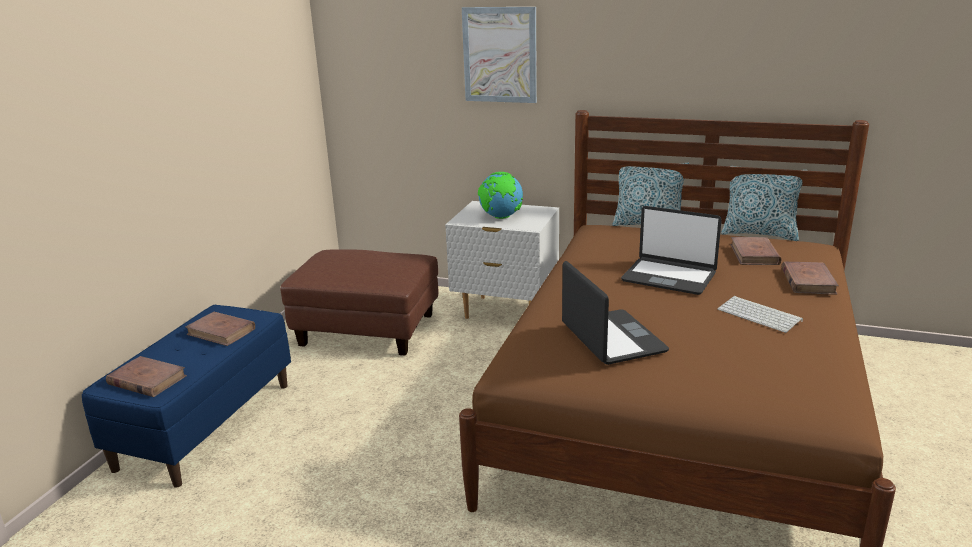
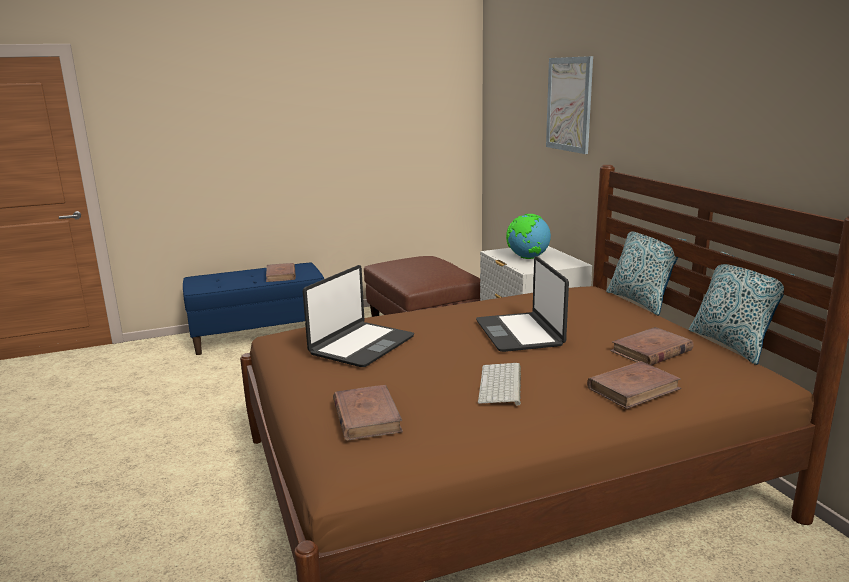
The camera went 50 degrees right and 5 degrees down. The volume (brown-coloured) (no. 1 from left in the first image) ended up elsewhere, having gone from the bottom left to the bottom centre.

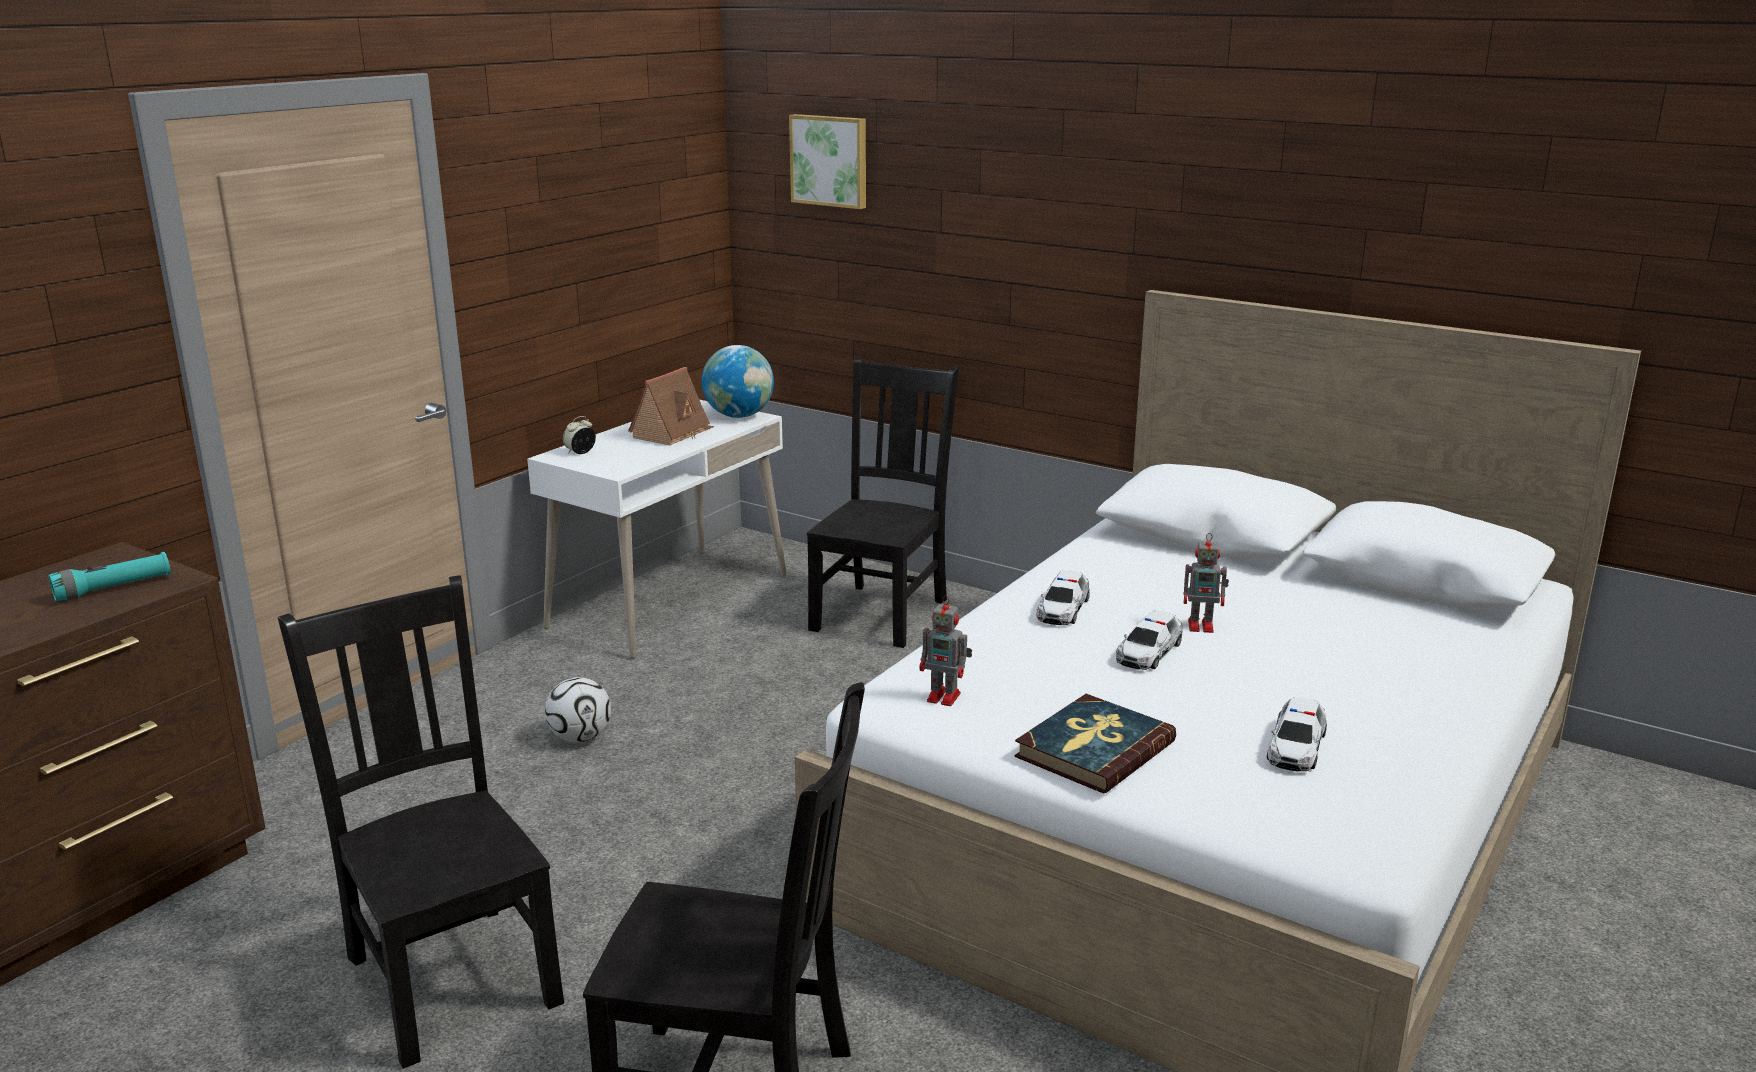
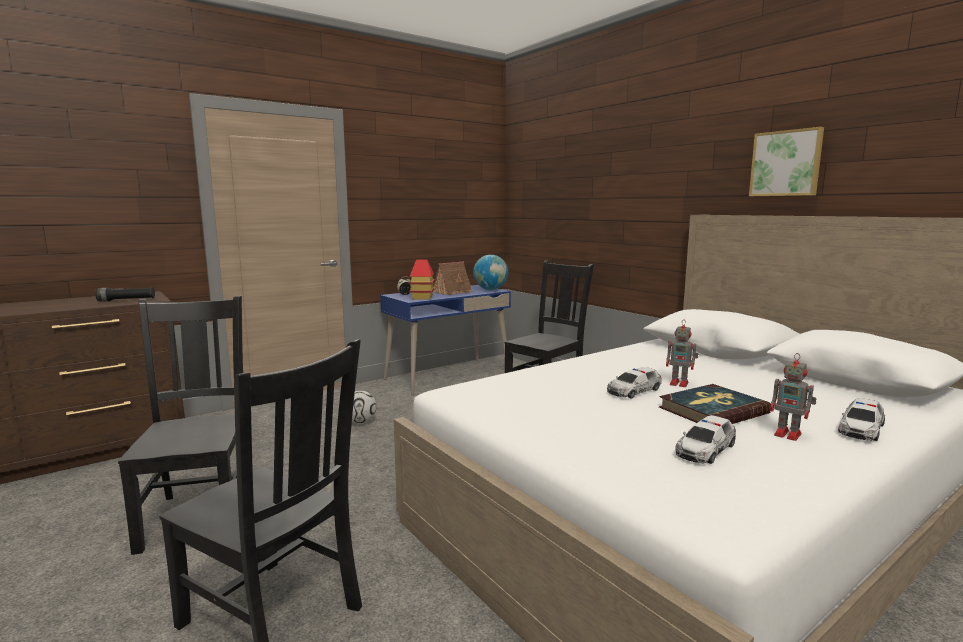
The camera went 20 degrees right and 10 degrees down. What was the flashlight (blue-green) at the middle left turned into the flashlight (blackish) at the middle left. What was the desk (whitish) at the centre turned into the desk (blue-coloured) at the centre. The wall art ended up elsewhere, having gone from the top centre to the top right. The model robot (no. 1 from left in the first image) ended up elsewhere, having gone from the centre to the middle right. The volume ended up elsewhere, having gone from the bottom centre to the middle right. The miniature car (no. 1 from left in the first image) ended up elsewhere, having gone from the centre to the middle right. The second view gained the miniature house (no. 1 from left) at the centre.

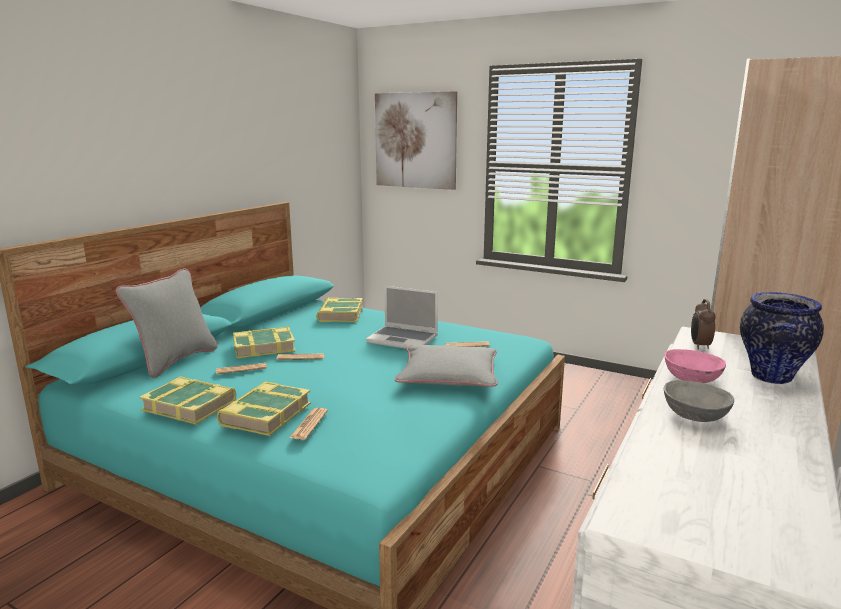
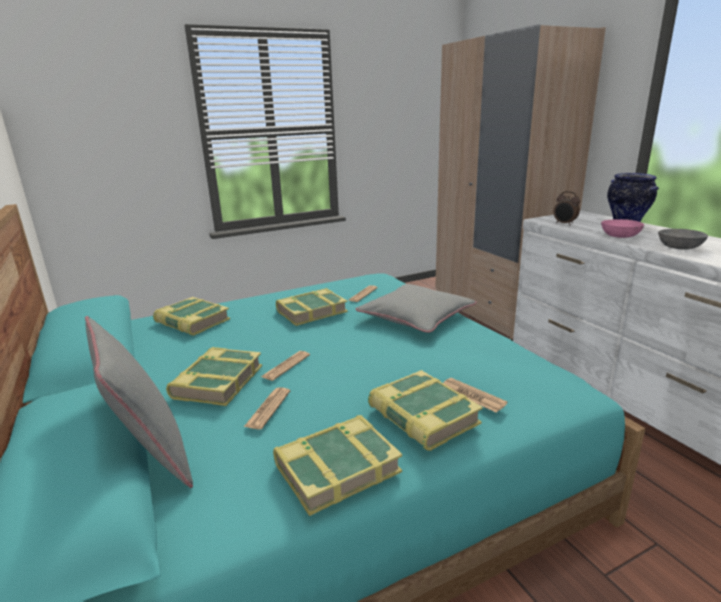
The camera went 55 degrees left and 5 degrees up. Where the notebook computer stood at the centre, the volume (no. 3 from left) came to stand at the centre. The second view lost the wall art at the top centre.

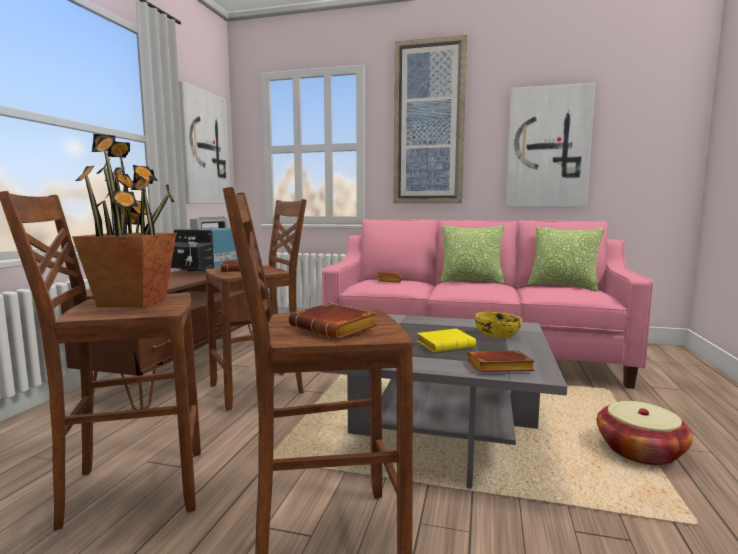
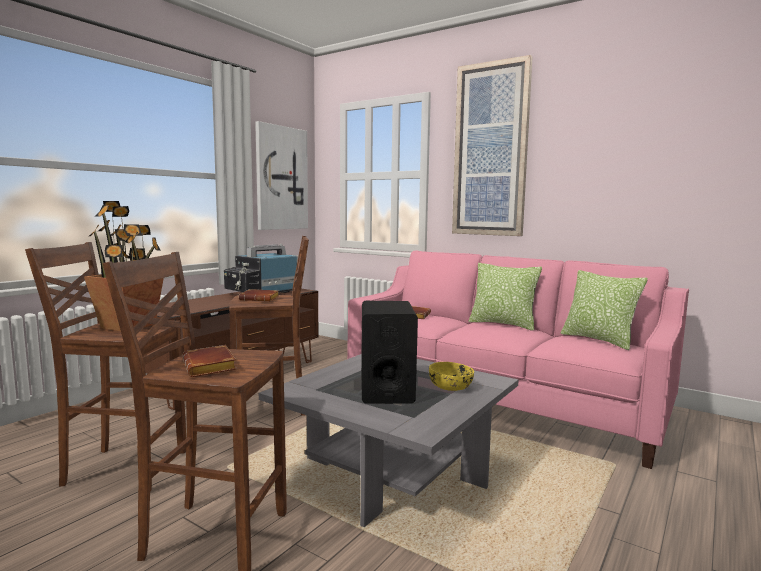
The camera went 20 degrees right and 0 degrees up. Where the volume (yellow) stood at the centre, the speaker (blackish) came to stand at the centre. The second view lost the volume (brown-coloured) (no. 4 from left) at the middle right. The second view lost the wall art (no. 3 from left) at the top right. The second view lost the household basket at the bottom right.

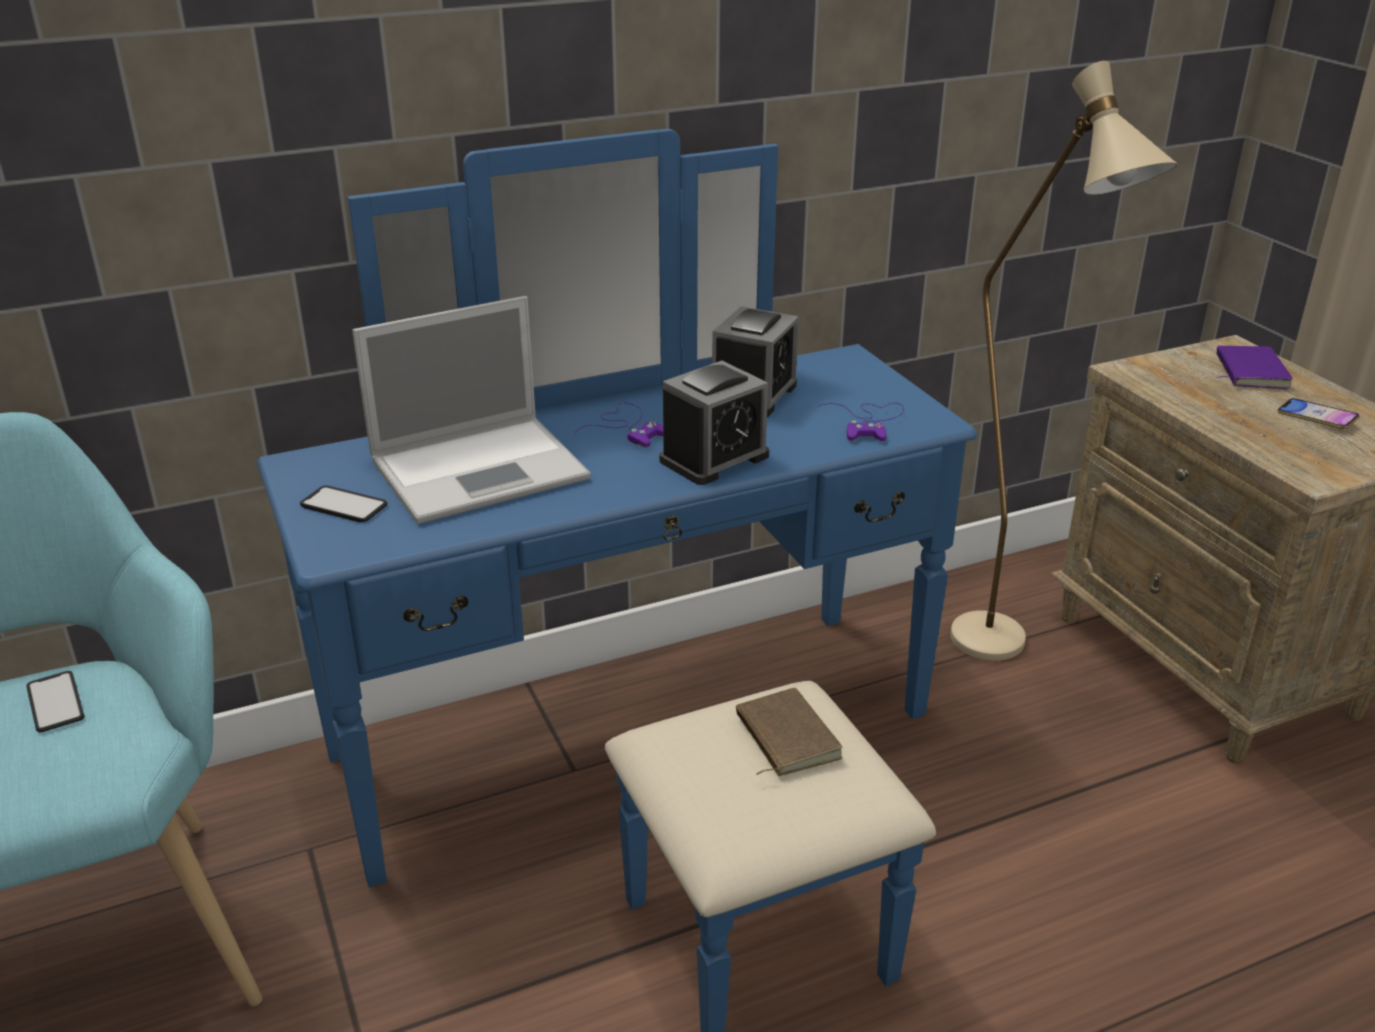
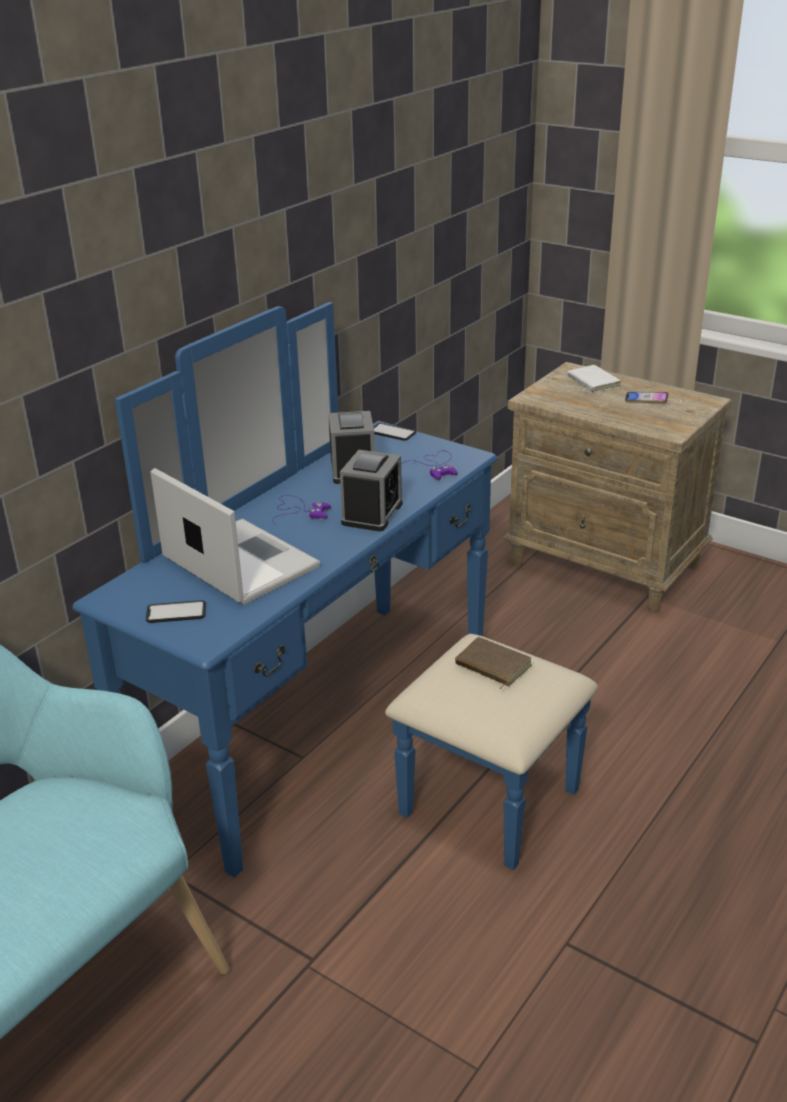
The camera went 30 degrees left and 0 degrees up. The handset (no. 1 from left in the first image) ended up elsewhere, having gone from the bottom left to the centre. The notebook computer at the centre ended up facing another way, 75 degrees counterclockwise from before. The second view lost the standing lamp (beige) at the middle right. What was the volume (purple-coloured) at the middle right turned into the volume (whitish) at the middle right.

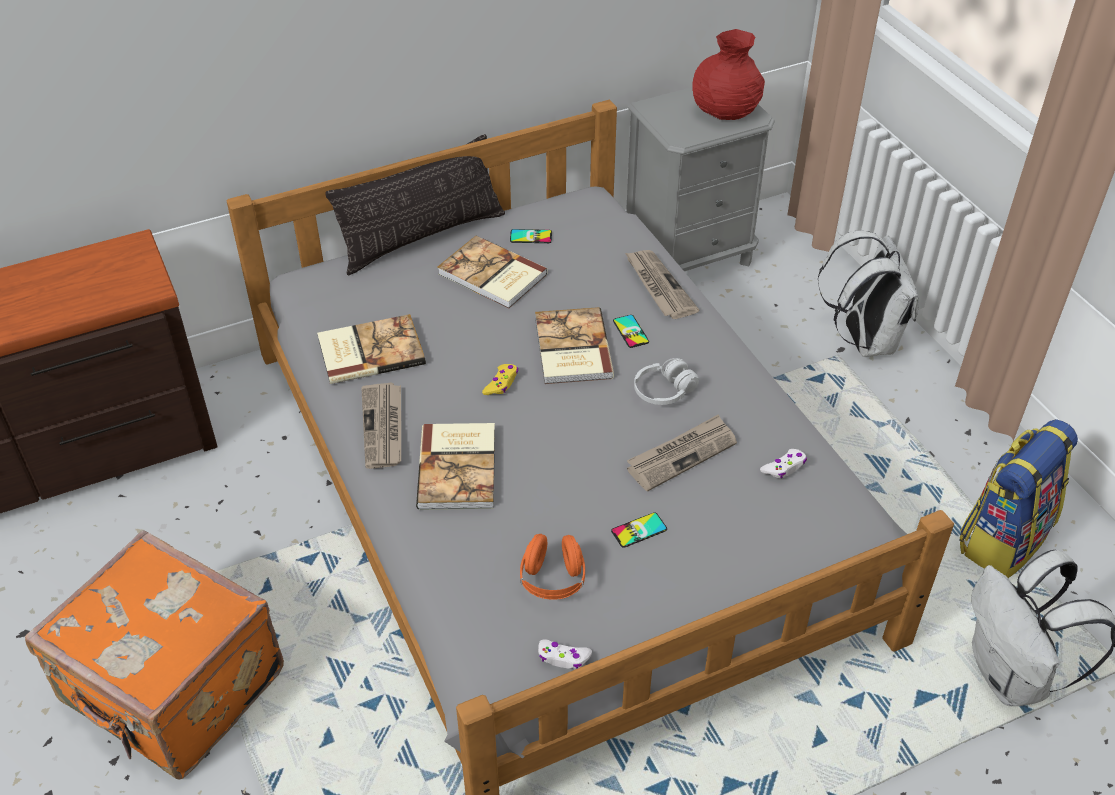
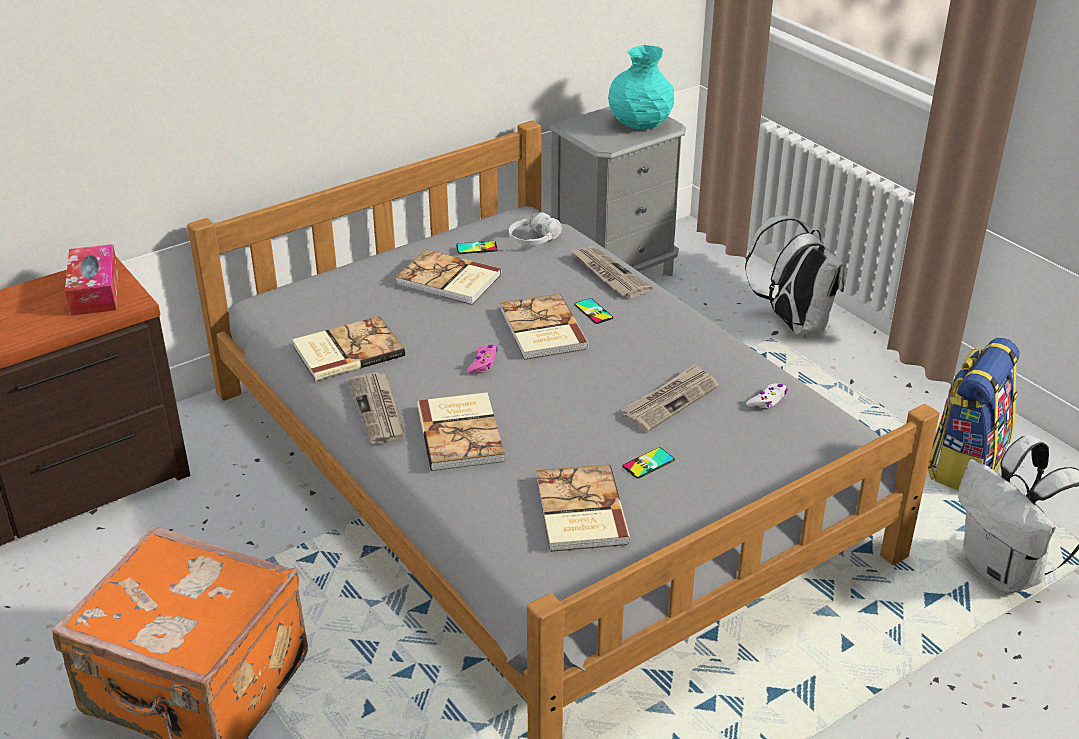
The camera went 10 degrees left and 10 degrees down. The second view lost the pillow at the top centre. What was the joypad (yellow) at the centre turned into the joypad (pink) at the centre. Where the pair of headphones (orange) stood at the bottom centre, the volume (no. 5 from left) came to stand at the bottom centre. The second view lost the joypad (whitish) (no. 1 from left) at the bottom centre. The pair of headphones (whitish) ended up elsewhere, having gone from the centre to the top centre. What was the flower vase (red) at the top centre turned into the flower vase (blue-green) at the top centre. The second view gained the tissue holder at the middle left.

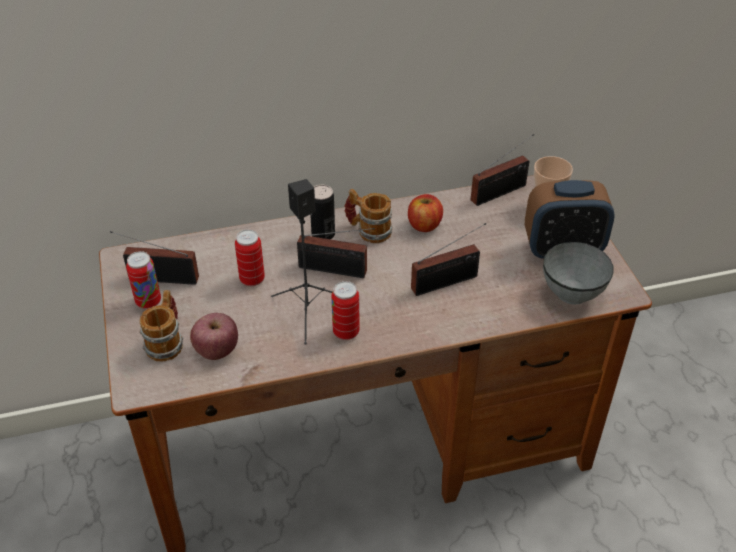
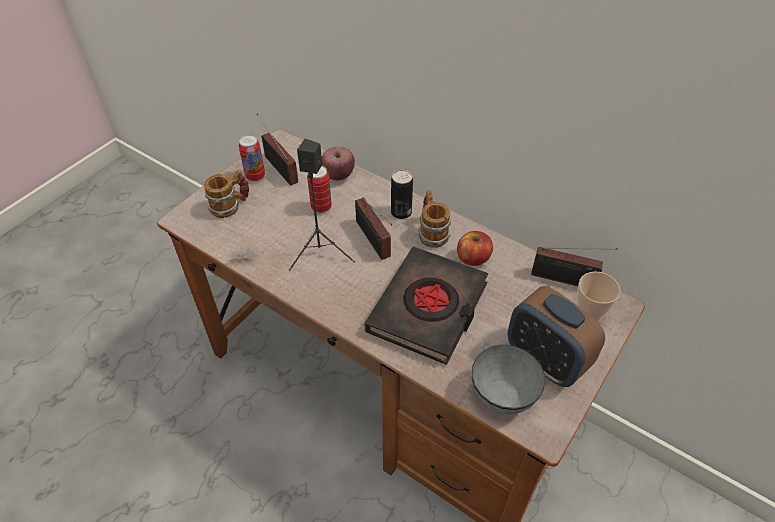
The camera went 50 degrees right and 5 degrees up. The apple fruit (no. 1 from left) ended up elsewhere, having gone from the middle left to the top centre. The second view lost the sealed can (no. 4 from left) at the centre. Where the radio set (no. 3 from left) stood at the centre, the volume (blackish) came to stand at the centre.

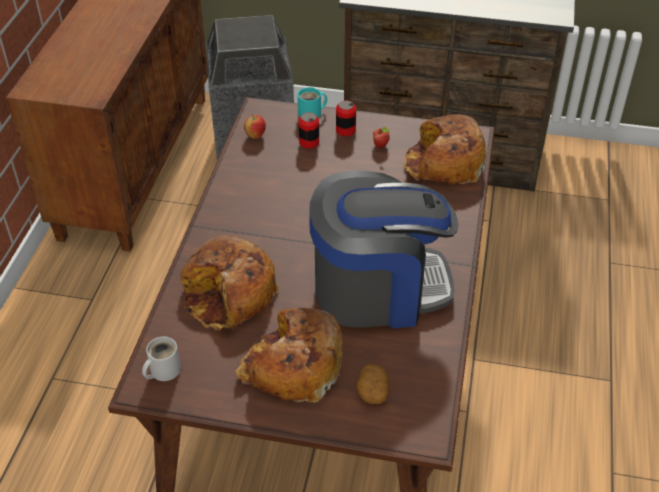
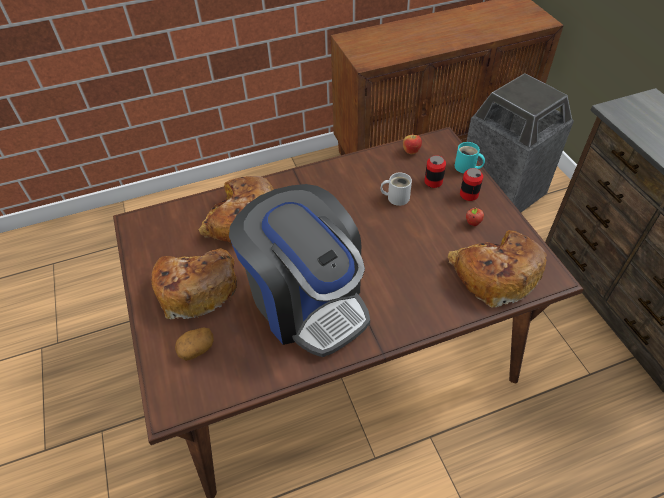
The camera went 60 degrees right and 5 degrees up. The tea mug (whitish) ended up elsewhere, having gone from the bottom left to the centre.

